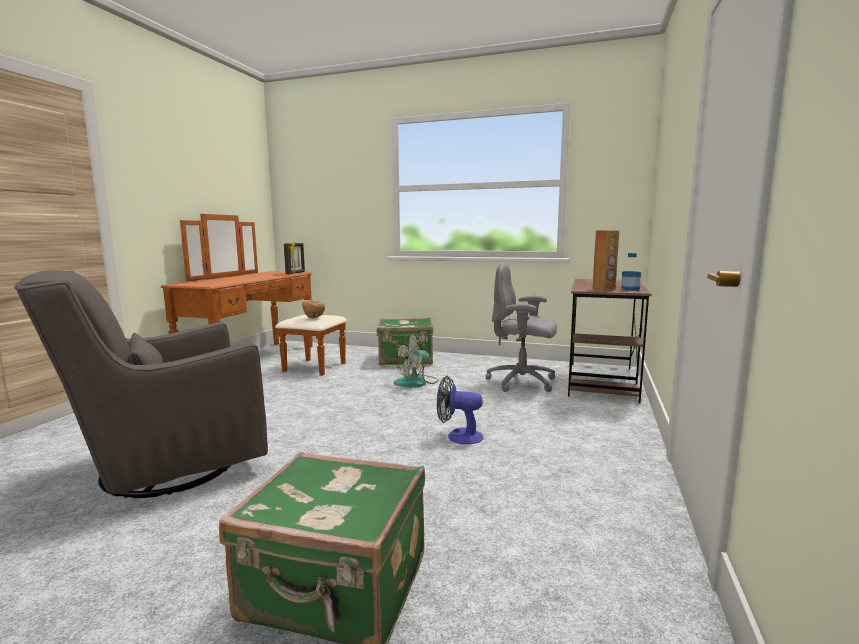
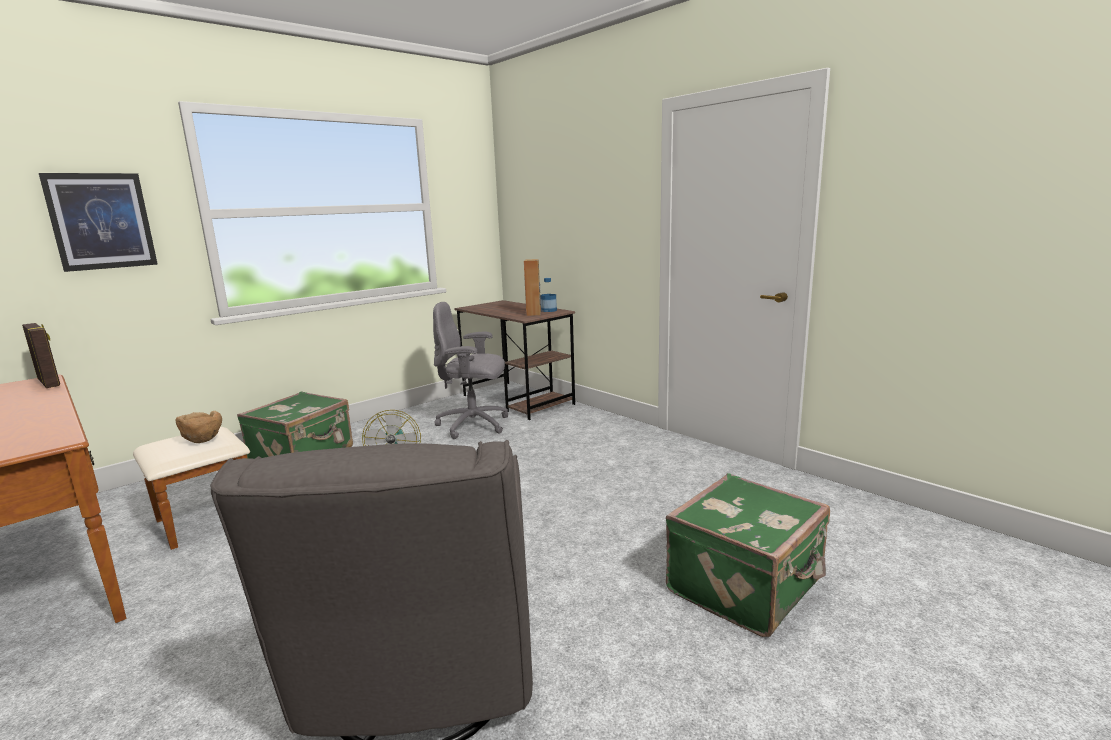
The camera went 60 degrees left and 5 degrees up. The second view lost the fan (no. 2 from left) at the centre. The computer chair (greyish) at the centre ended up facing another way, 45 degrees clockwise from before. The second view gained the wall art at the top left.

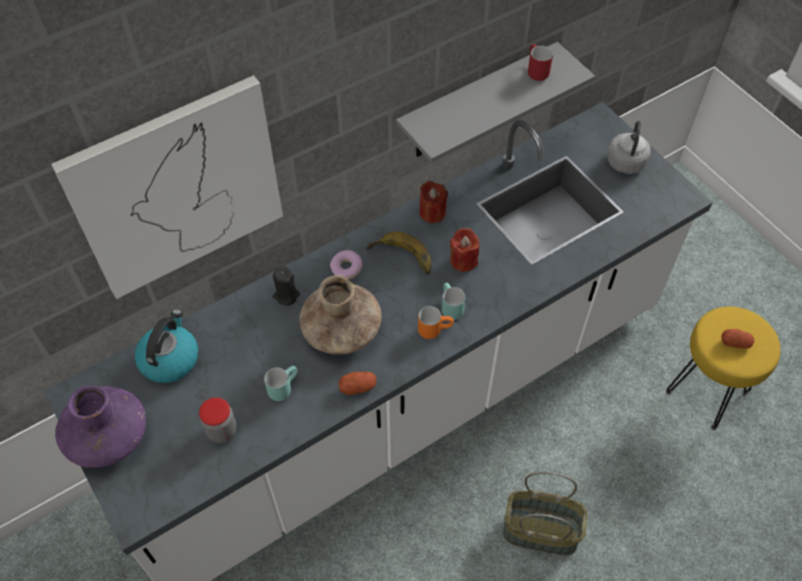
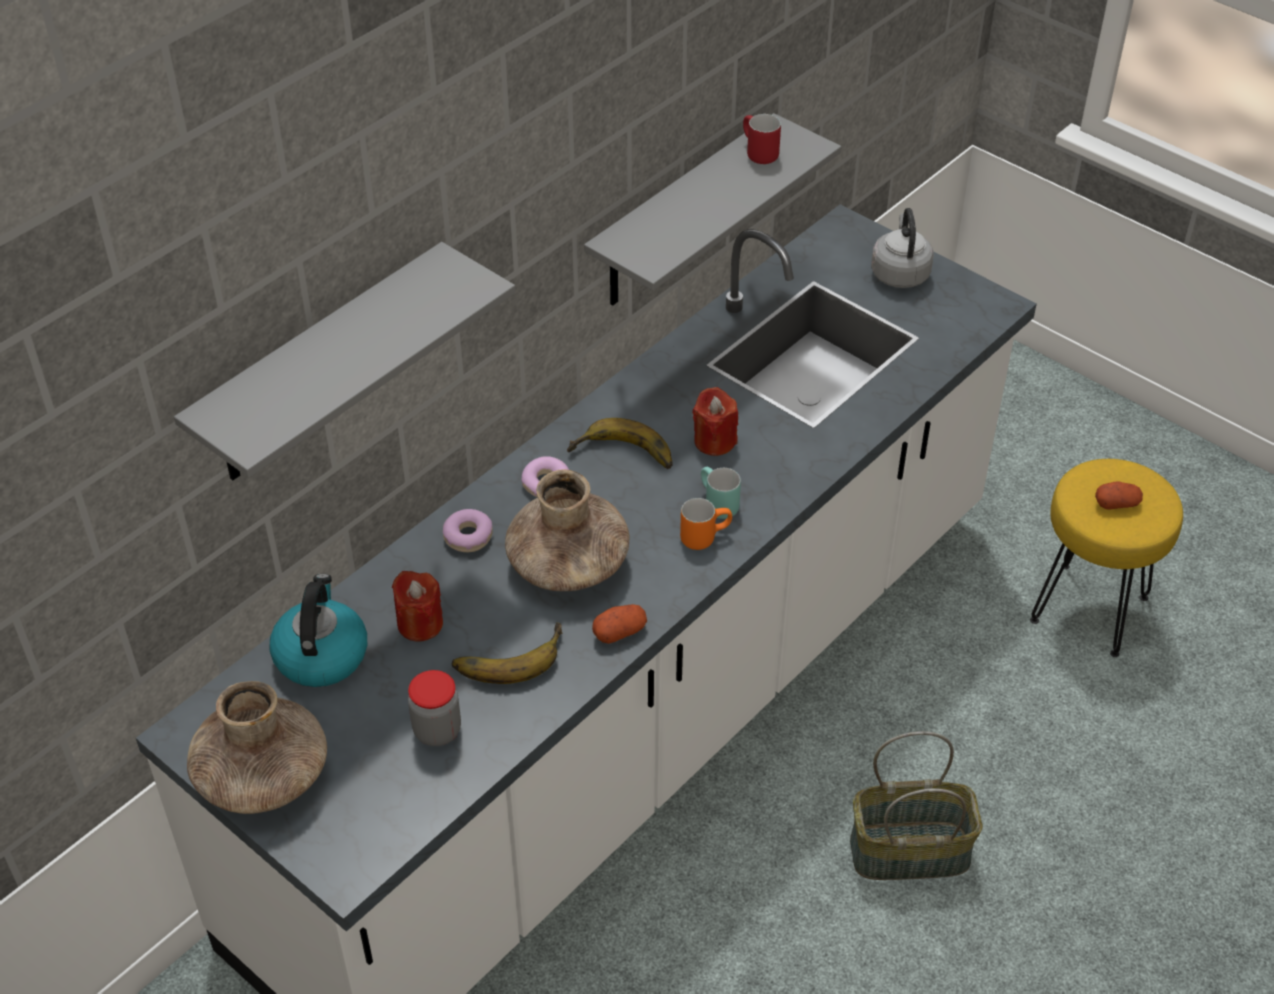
The camera went 15 degrees left and 10 degrees down. Where the wall art hung at the top left, the bracket shelf (greyish) (no. 1 from left) came to hang at the middle left. What was the flower vase (purple-coloured) at the bottom left turned into the flower vase (brown-coloured) (no. 1 from left) at the bottom left. Where the tea mug (blue-green) (no. 1 from left) stood at the centre, the banana (no. 1 from left) came to stand at the centre. Where the candle (blackish) stood at the centre, the doughnut (no. 1 from left) came to stand at the centre. The candle (red) (no. 1 from left) ended up elsewhere, having gone from the centre to the middle left.

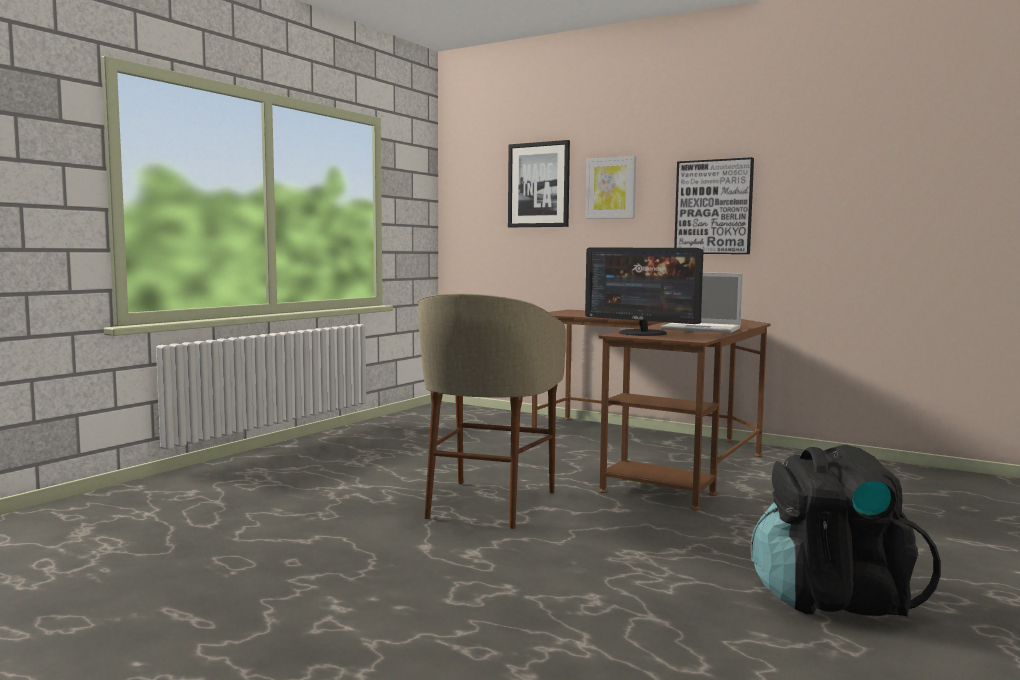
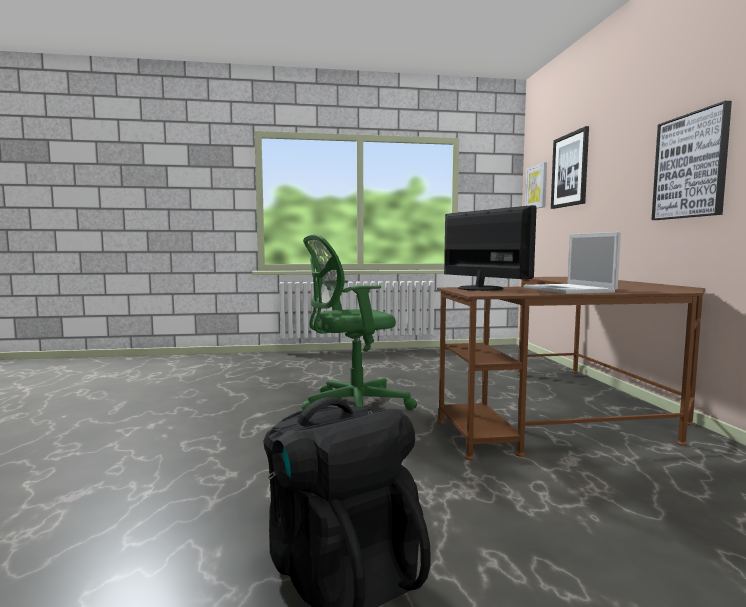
The camera went 50 degrees right and 0 degrees up. Where the stool (beige) stood at the centre, the computer chair (green) came to stand at the centre. The wall art (no. 2 from left in the first image) ended up elsewhere, having gone from the top centre to the top right. The monitor at the centre ended up facing another way, 150 degrees clockwise from before.

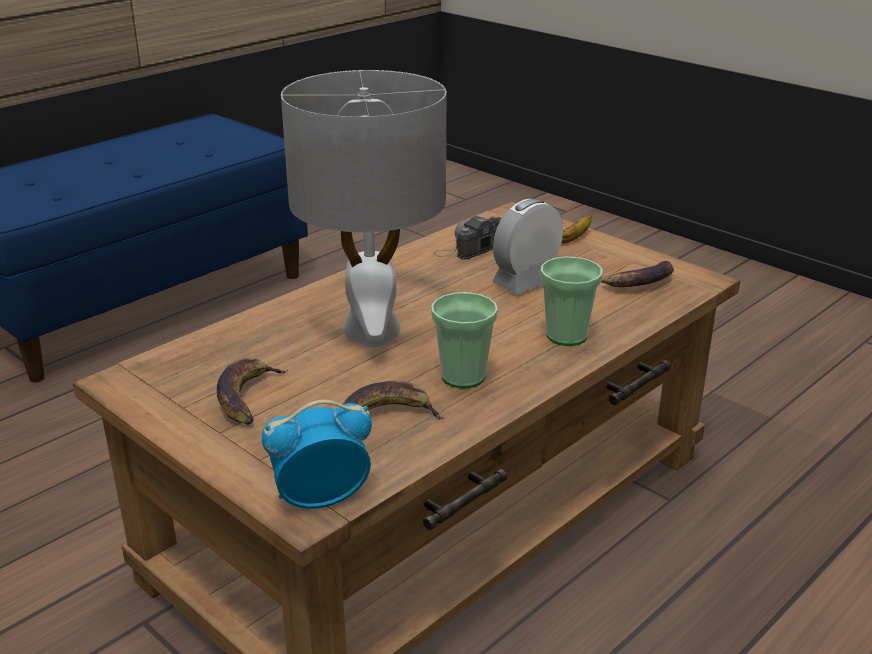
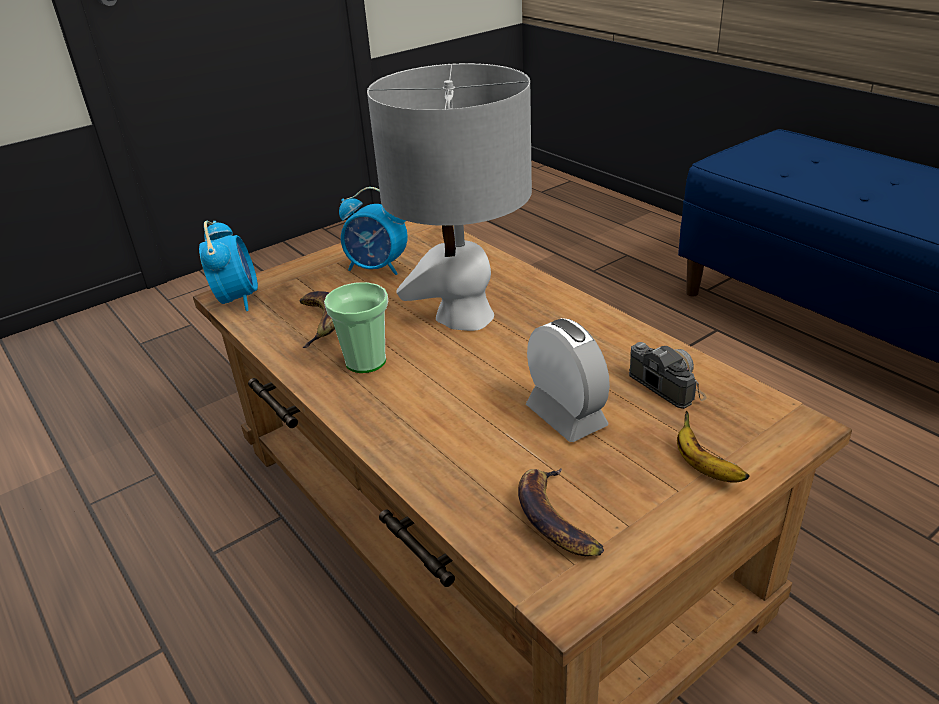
The camera went 100 degrees right and 5 degrees up. Where the banana (no. 1 from left) stood at the middle left, the alarm clock (no. 2 from left) came to stand at the top centre. The second view lost the drinking cup (no. 2 from left) at the centre.

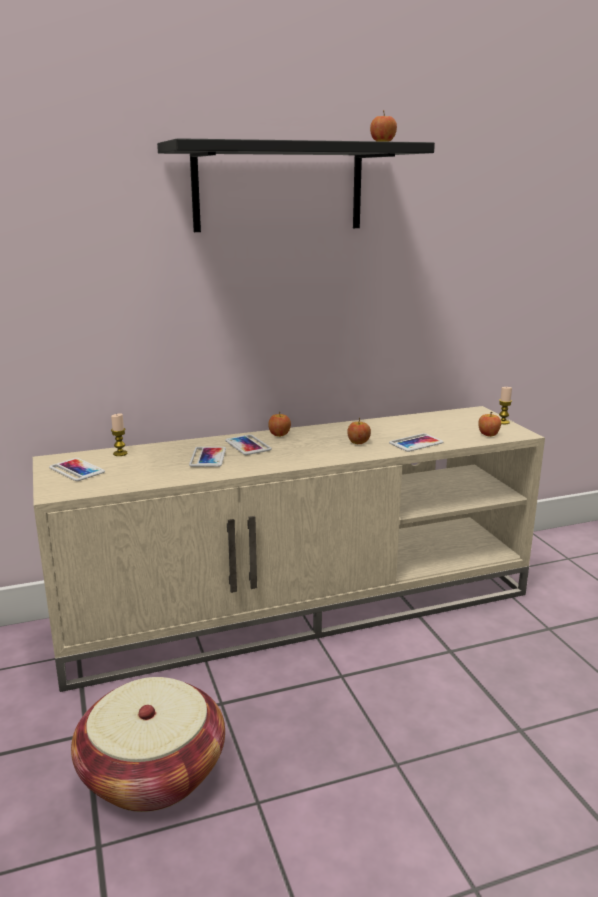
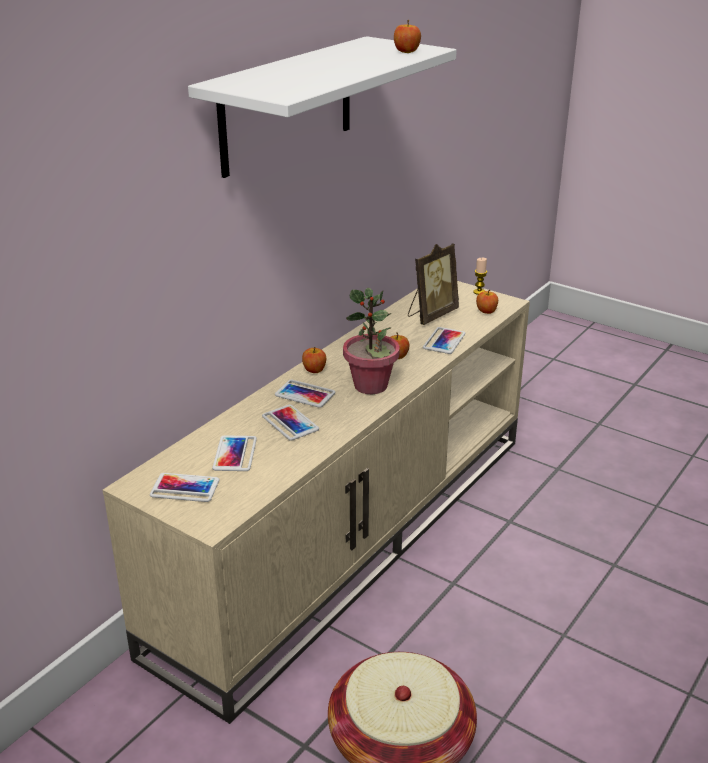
The camera went 35 degrees left and 10 degrees up. The second view lost the candle (no. 1 from left) at the middle left. What was the bracket shelf (blackish) at the top centre turned into the bracket shelf (whitish) at the top centre. The second view gained the handset (no. 2 from left) at the middle left. The second view gained the potted plant at the centre. The second view gained the picture frame at the centre.

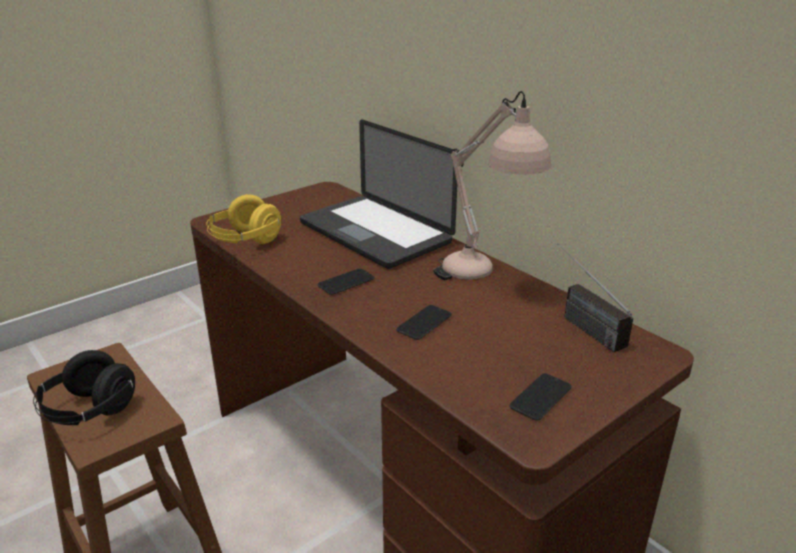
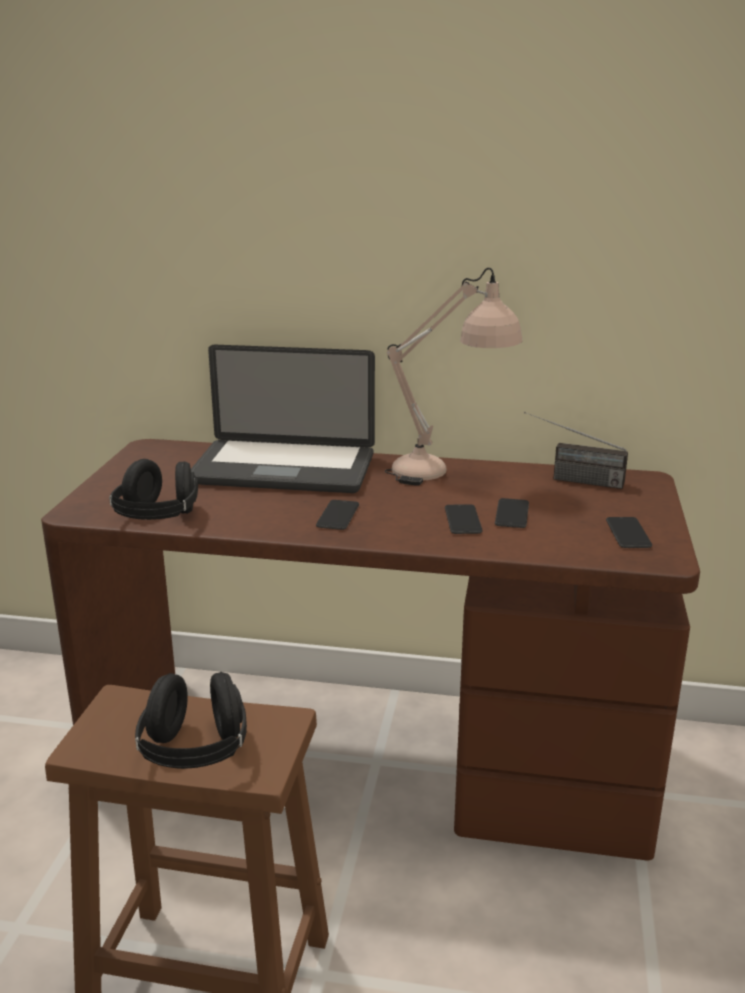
The camera went 40 degrees left and 5 degrees down. What was the pair of headphones (yellow) at the middle left turned into the pair of headphones (blackish) (no. 1 from left) at the middle left. The second view gained the handset (no. 3 from left) at the middle right.

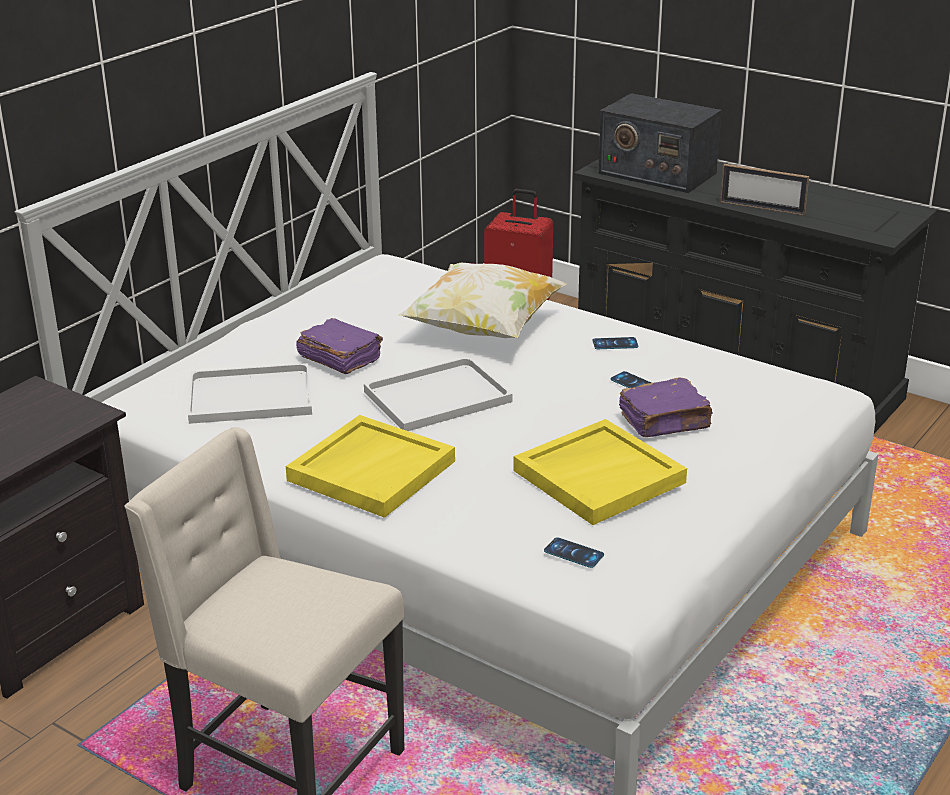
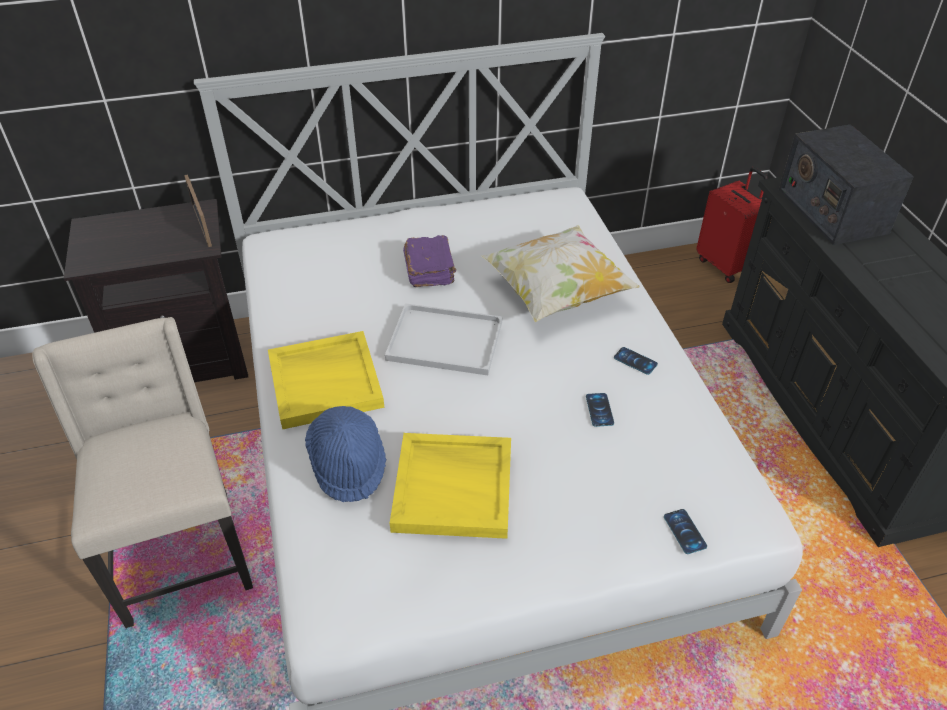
The camera went 40 degrees right and 15 degrees up. The second view lost the serving tray (whitish) (no. 1 from left) at the middle left. The handset (no. 1 from left in the first image) ended up elsewhere, having gone from the bottom centre to the bottom right. The second view lost the volume (purple-coloured) (no. 2 from left) at the middle right. The picture frame ended up elsewhere, having gone from the top right to the top left. The second view gained the wearable hat (blue-coloured) at the centre.

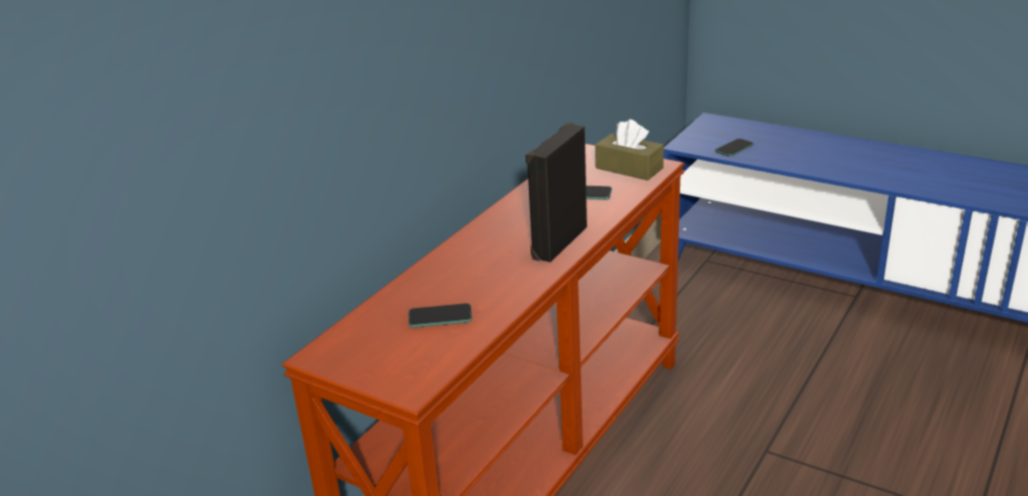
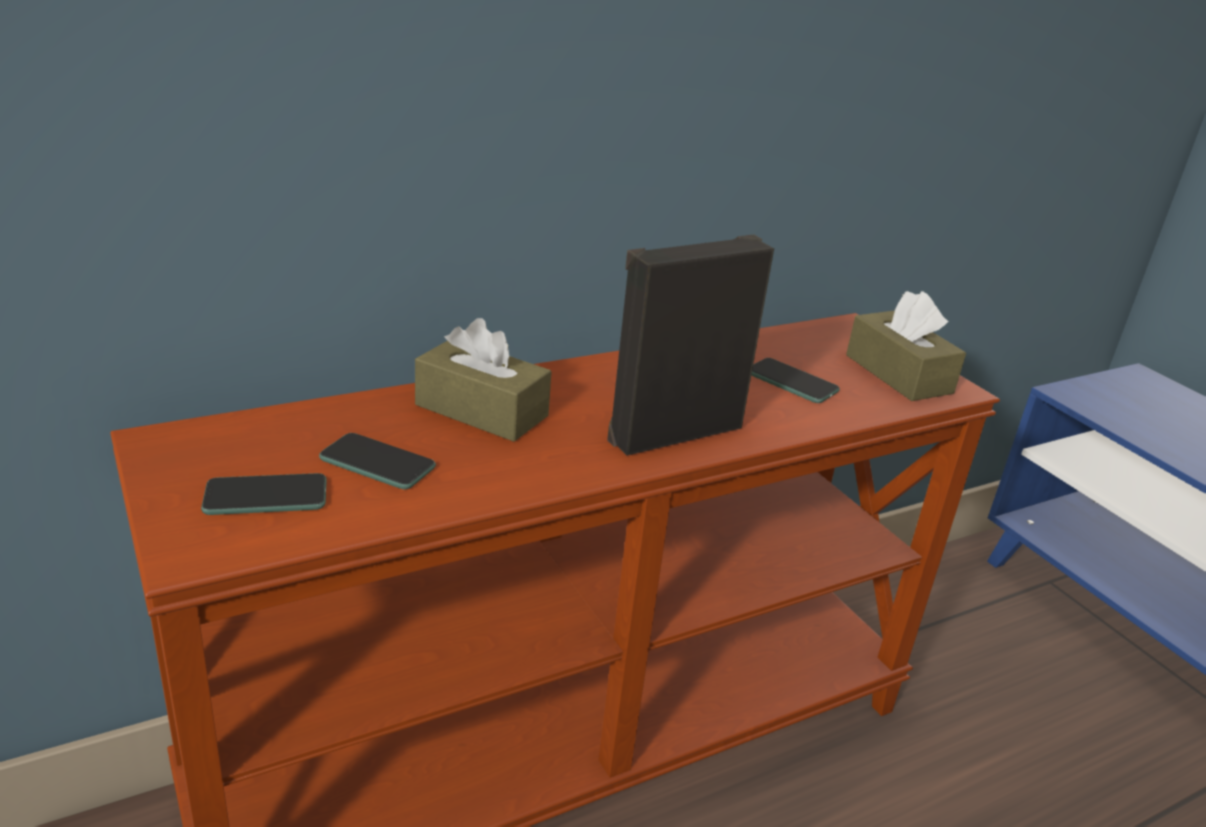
The camera went 25 degrees right and 0 degrees up. The handset (no. 3 from left in the first image) ended up elsewhere, having gone from the top right to the middle left. The second view gained the tissue holder (brown-coloured) (no. 1 from left) at the centre.

